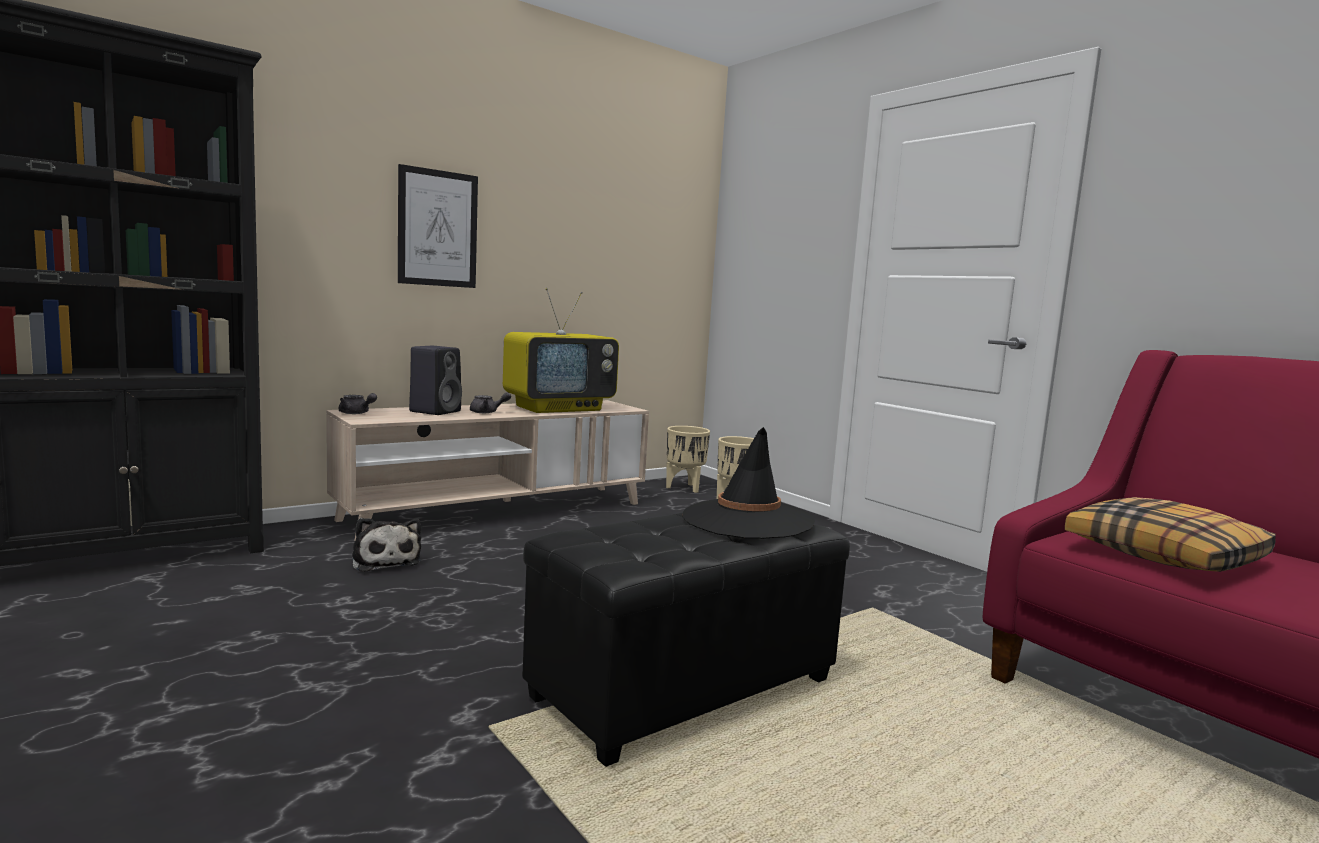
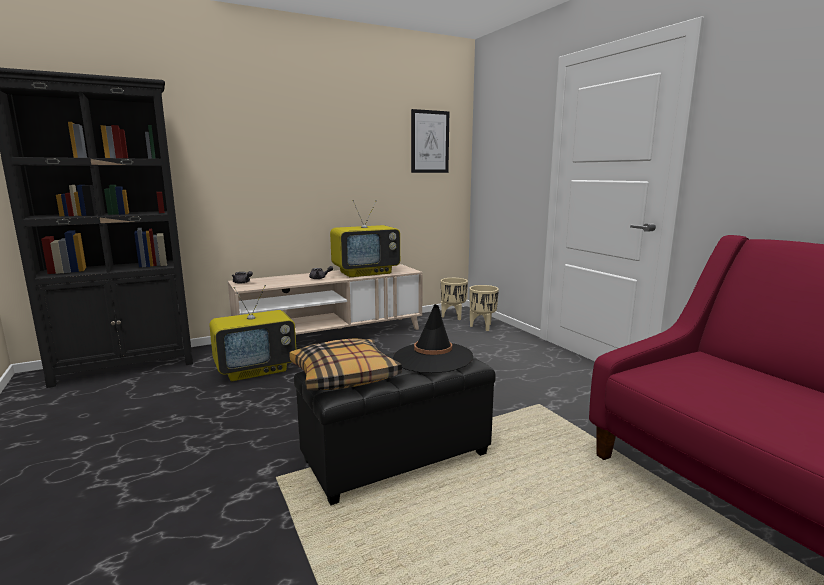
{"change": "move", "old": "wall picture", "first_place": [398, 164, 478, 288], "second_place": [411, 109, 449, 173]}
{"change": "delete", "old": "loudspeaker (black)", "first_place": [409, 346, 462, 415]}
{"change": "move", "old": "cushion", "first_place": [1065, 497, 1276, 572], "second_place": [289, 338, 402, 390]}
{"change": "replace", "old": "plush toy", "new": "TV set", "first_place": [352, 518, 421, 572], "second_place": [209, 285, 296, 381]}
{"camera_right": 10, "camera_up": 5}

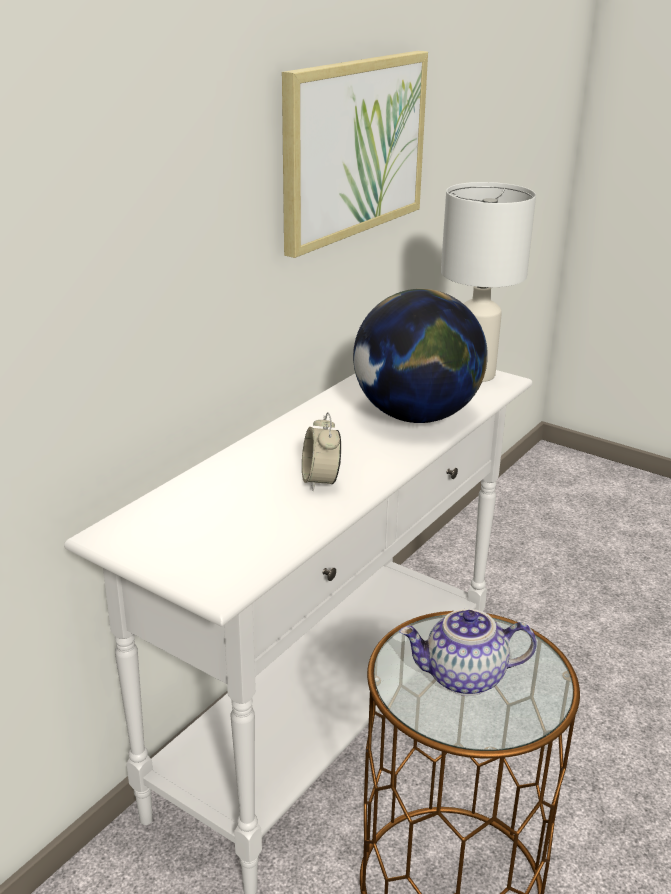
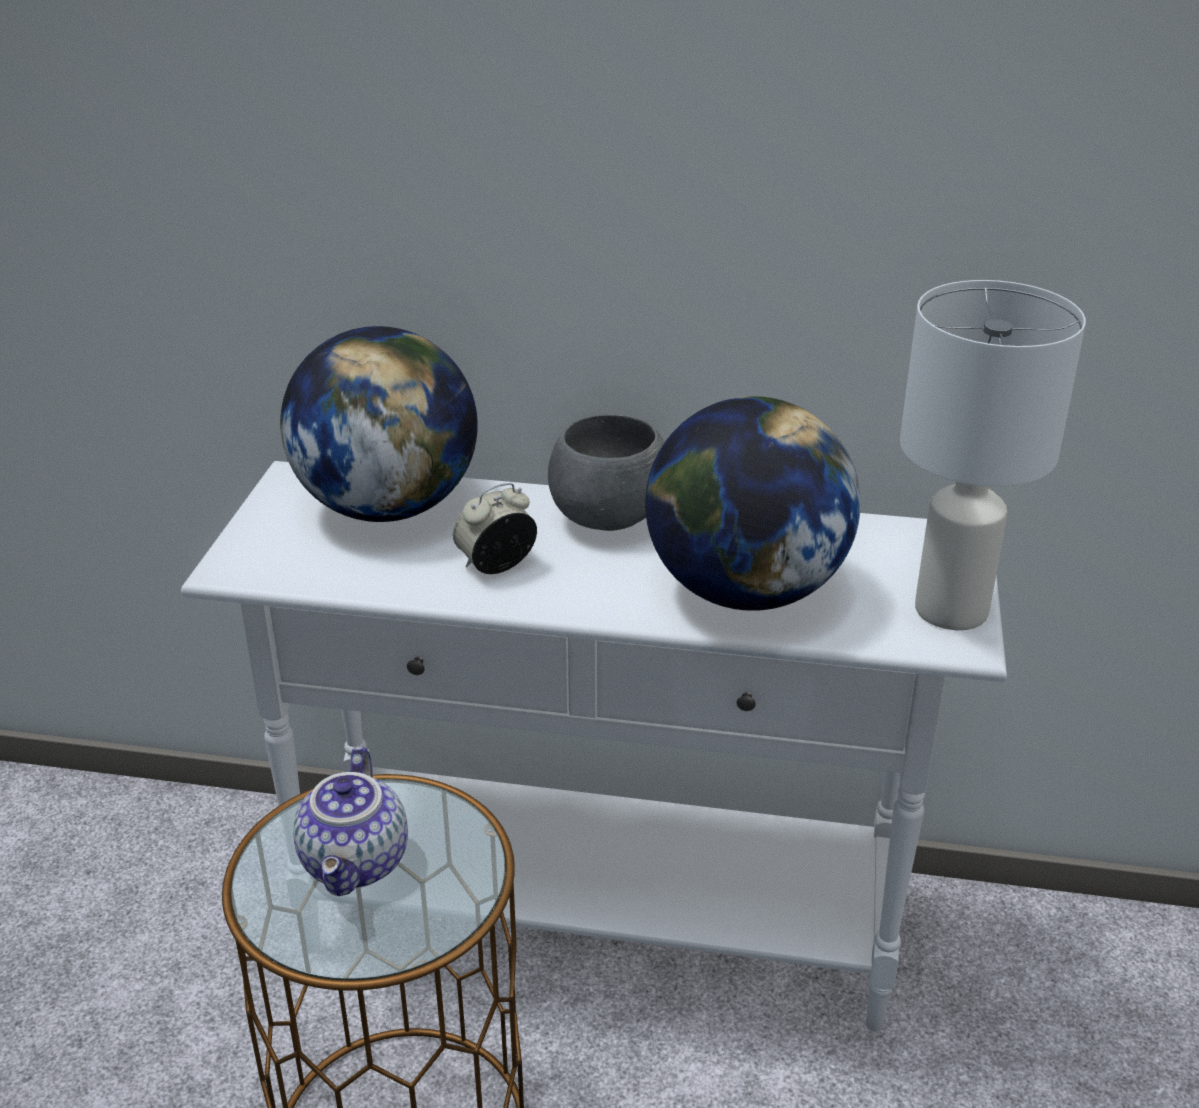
{"change": "delete", "old": "wall picture", "first_place": [282, 51, 428, 258]}
{"change": "rotate", "old": "tea pot", "first_place": [399, 609, 537, 696], "second_place": [293, 746, 408, 896], "degrees": -150}
{"change": "insert", "new": "world globe", "second_place": [280, 326, 478, 522]}
{"change": "insert", "new": "deep dish (greyish)", "second_place": [548, 414, 665, 531]}
{"camera_right": 65, "camera_up": 5}

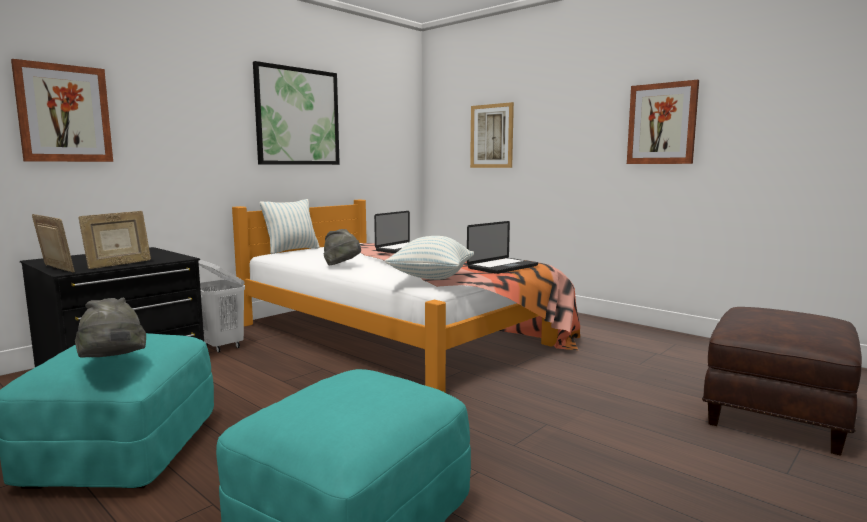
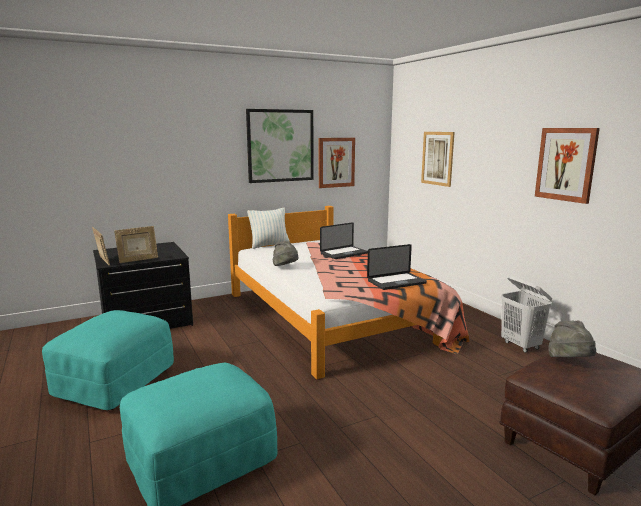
{"change": "move", "old": "wall picture", "first_place": [11, 59, 113, 162], "second_place": [319, 138, 355, 188]}
{"change": "delete", "old": "cushion", "first_place": [385, 236, 474, 280]}
{"change": "move", "old": "laundry basket (white)", "first_place": [198, 260, 245, 353], "second_place": [501, 276, 552, 353]}
{"change": "move", "old": "wearable hat (greyish)", "first_place": [75, 298, 146, 358], "second_place": [548, 320, 596, 357]}
{"camera_right": 20, "camera_up": 5}

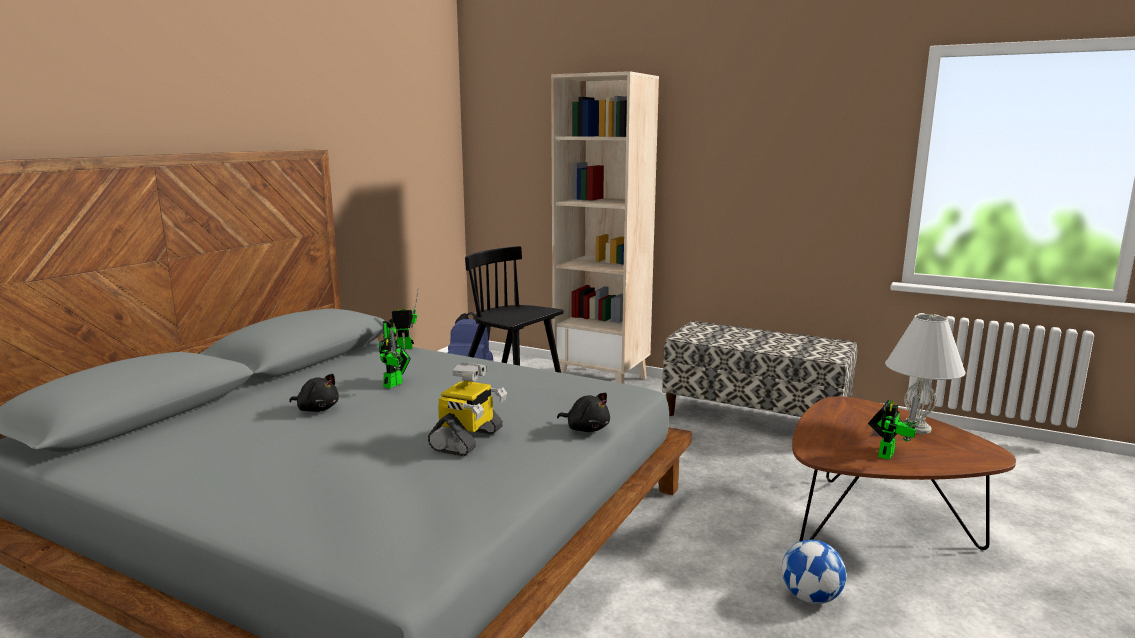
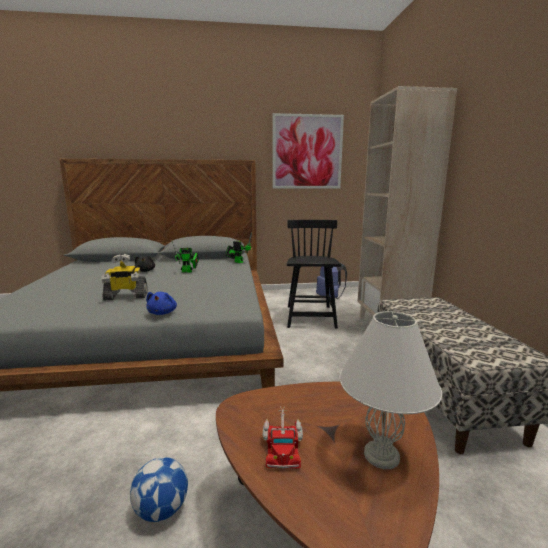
{"change": "recolor", "old": "plush toy (black)", "new": "plush toy (blue-coloured)", "first_place": [557, 393, 610, 432], "second_place": [146, 292, 177, 315]}
{"change": "replace", "old": "robot figure", "new": "toy truck", "first_place": [868, 395, 920, 460], "second_place": [262, 406, 303, 469]}
{"change": "insert", "new": "wall picture", "second_place": [273, 113, 344, 189]}
{"camera_right": 55, "camera_up": 0}

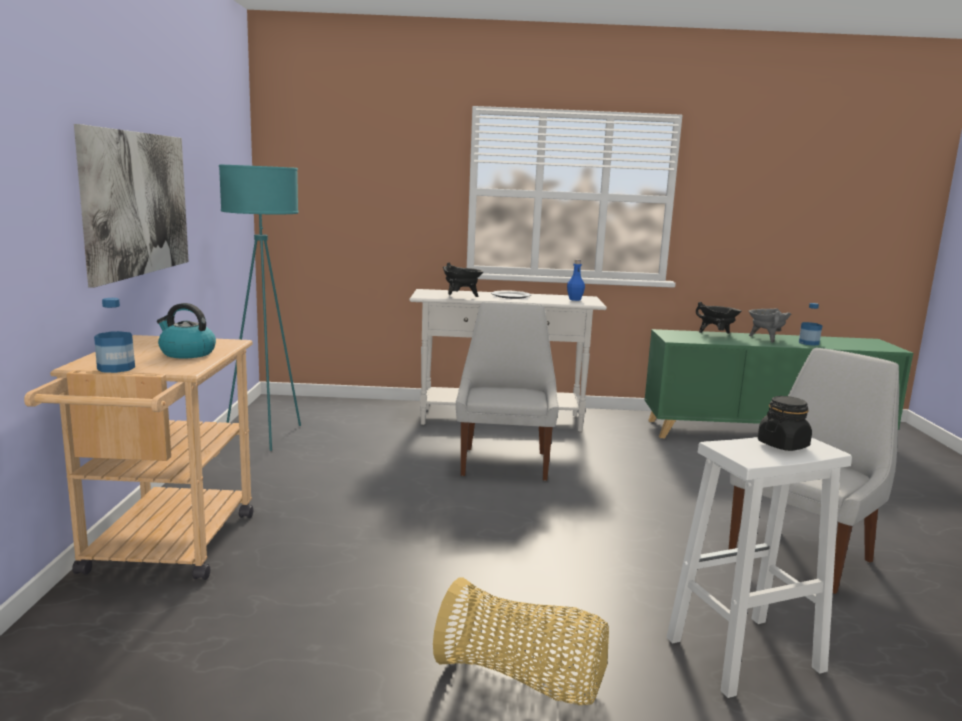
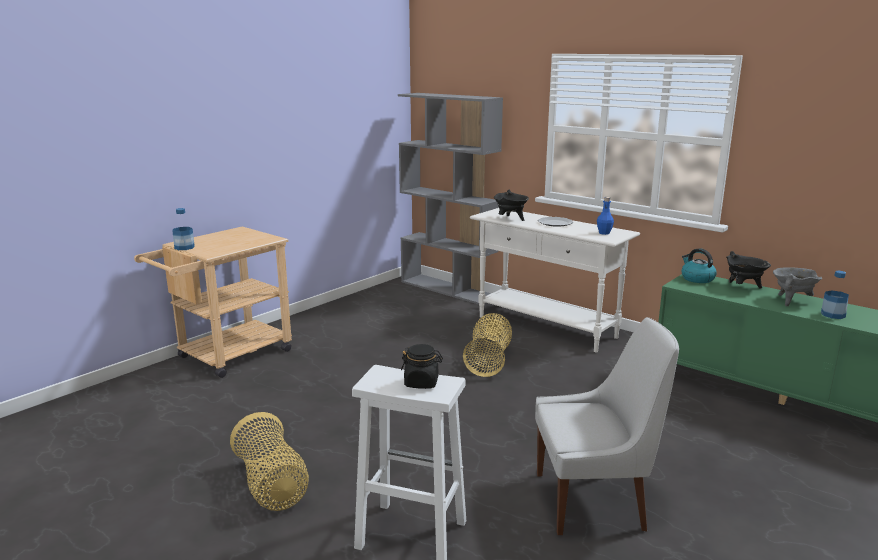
{"change": "delete", "old": "wall picture", "first_place": [74, 124, 189, 288]}
{"change": "delete", "old": "floor lamp (turquoise)", "first_place": [219, 164, 301, 451]}
{"change": "replace", "old": "plain chair (white)", "new": "basket", "first_place": [456, 302, 559, 481], "second_place": [463, 313, 512, 377]}
{"change": "move", "old": "water kettle", "first_place": [157, 303, 216, 359], "second_place": [682, 248, 717, 283]}
{"change": "insert", "new": "bookcase (greyish)", "second_place": [398, 93, 503, 305]}
{"camera_right": 40, "camera_up": 5}

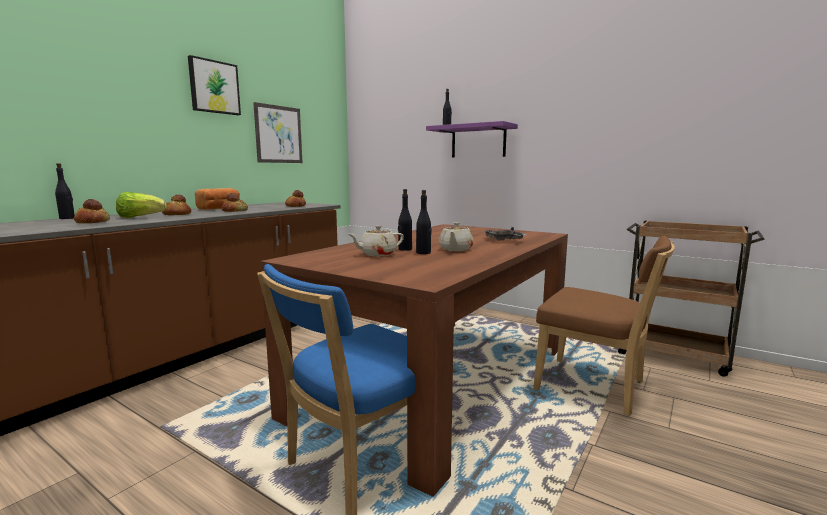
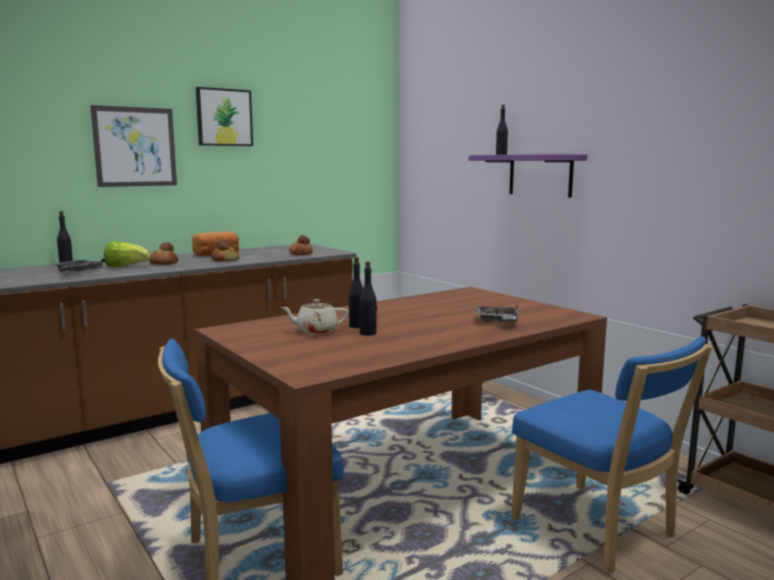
{"change": "move", "old": "wall picture", "first_place": [253, 102, 302, 163], "second_place": [90, 105, 177, 187]}
{"change": "replace", "old": "baked bread", "new": "tray (greyish)", "first_place": [74, 199, 110, 223], "second_place": [54, 259, 106, 272]}
{"change": "delete", "old": "tea pot (sand-coloured)", "first_place": [439, 222, 474, 251]}
{"change": "recolor", "old": "plain chair (brown)", "new": "plain chair (blue-coloured)", "first_place": [534, 236, 675, 416], "second_place": [511, 337, 712, 574]}
{"camera_right": 20, "camera_up": 0}

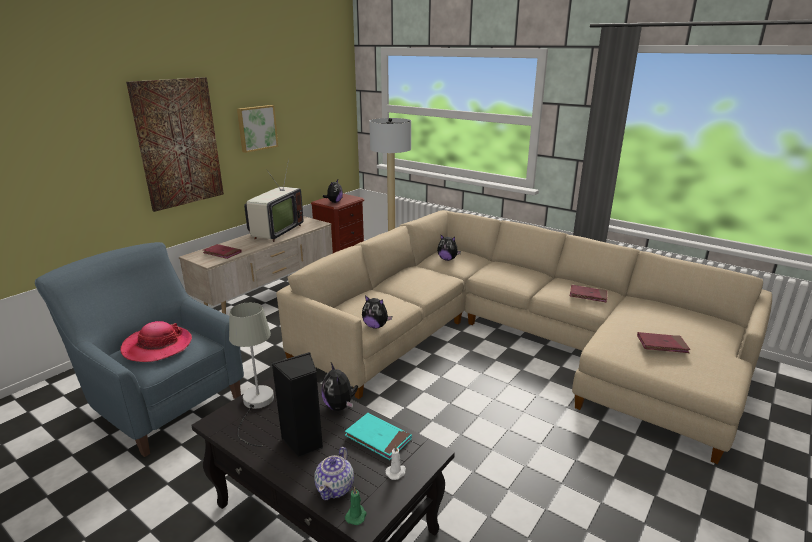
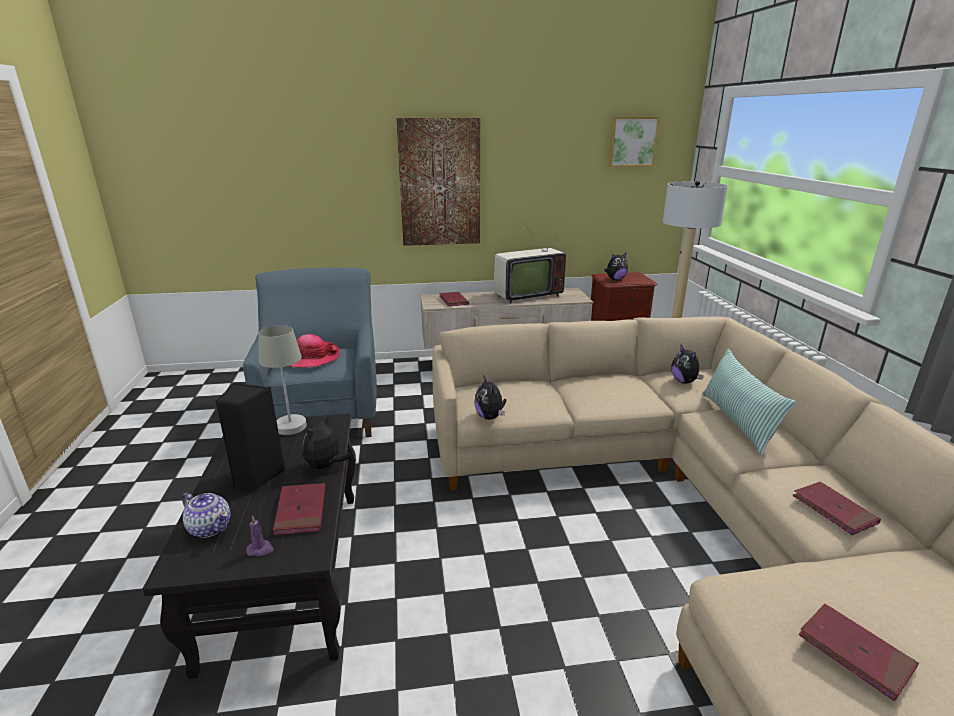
{"change": "move", "old": "wall picture", "first_place": [237, 105, 278, 153], "second_place": [608, 117, 660, 167]}
{"change": "recolor", "old": "volume (turquoise)", "new": "volume (red)", "first_place": [345, 413, 412, 460], "second_place": [273, 483, 325, 536]}
{"change": "recolor", "old": "candle (white)", "new": "candle (purple)", "first_place": [386, 445, 406, 480], "second_place": [246, 516, 274, 556]}
{"change": "rotate", "old": "tea pot", "first_place": [314, 447, 354, 500], "second_place": [182, 493, 230, 538], "degrees": -120}
{"change": "delete", "old": "candle (greenish)", "first_place": [345, 486, 367, 525]}
{"change": "insert", "new": "cushion", "second_place": [702, 349, 796, 455]}
{"camera_right": 45, "camera_up": 0}

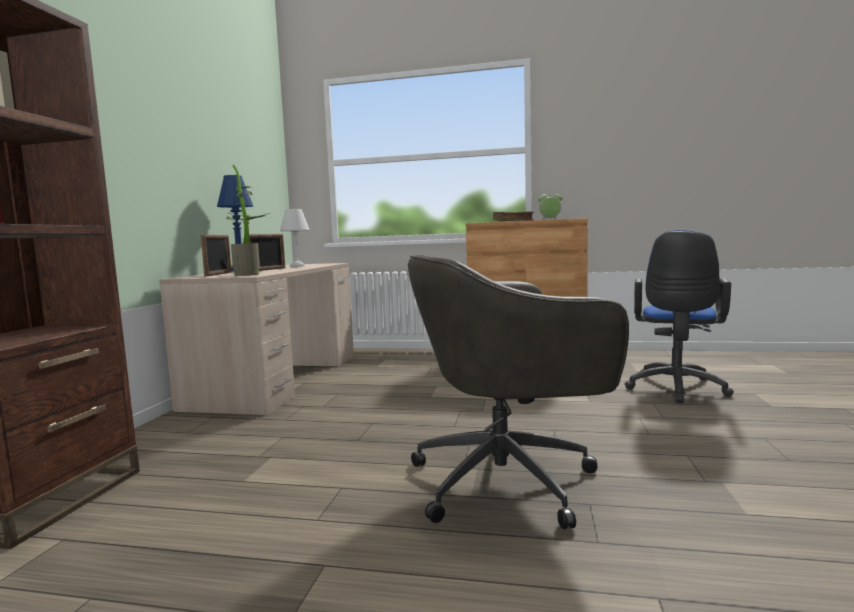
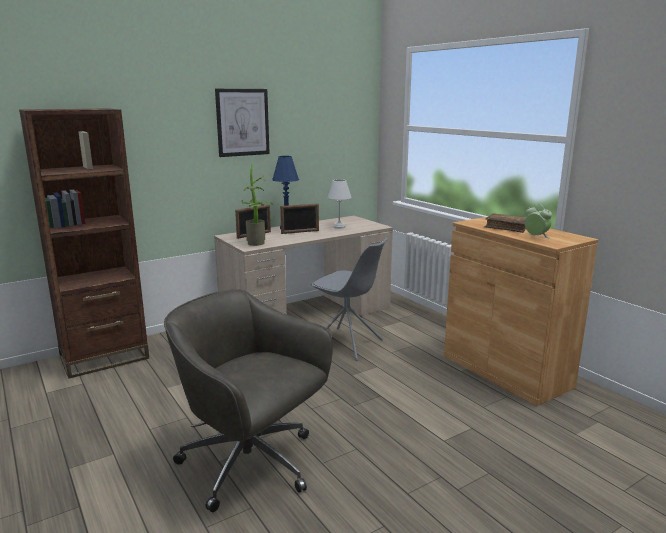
{"change": "delete", "old": "desk chair (blue-coloured)", "first_place": [625, 230, 734, 403]}
{"change": "insert", "new": "wall picture", "second_place": [215, 89, 270, 157]}
{"change": "insert", "new": "plain chair (greyish)", "second_place": [310, 238, 388, 361]}
{"camera_right": 45, "camera_up": 10}

